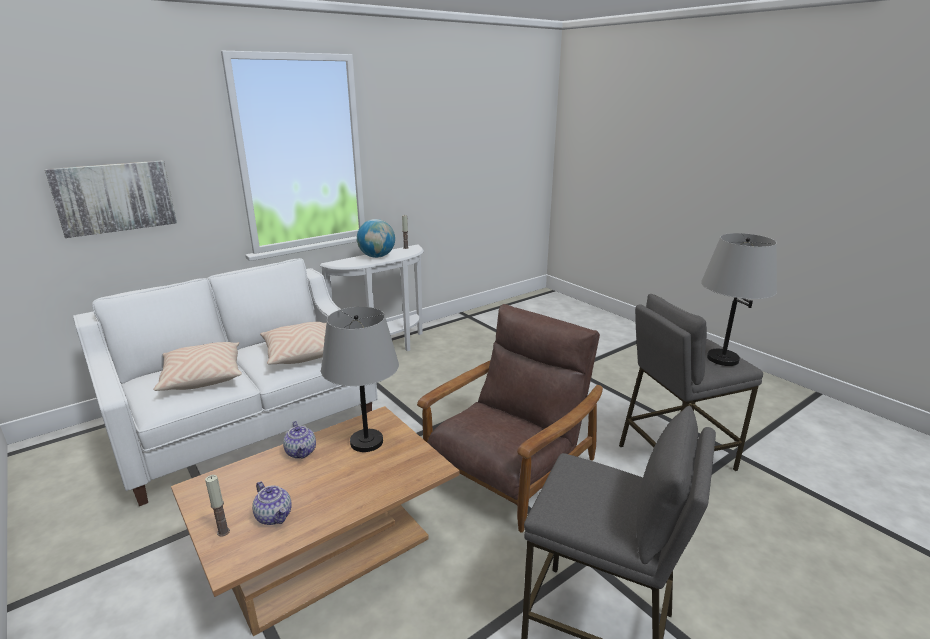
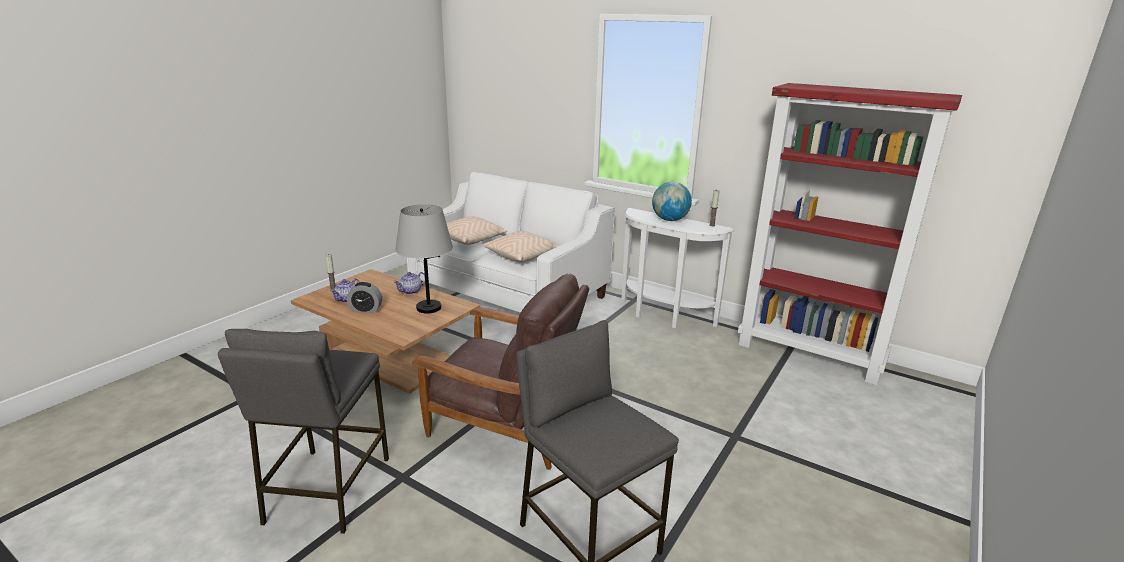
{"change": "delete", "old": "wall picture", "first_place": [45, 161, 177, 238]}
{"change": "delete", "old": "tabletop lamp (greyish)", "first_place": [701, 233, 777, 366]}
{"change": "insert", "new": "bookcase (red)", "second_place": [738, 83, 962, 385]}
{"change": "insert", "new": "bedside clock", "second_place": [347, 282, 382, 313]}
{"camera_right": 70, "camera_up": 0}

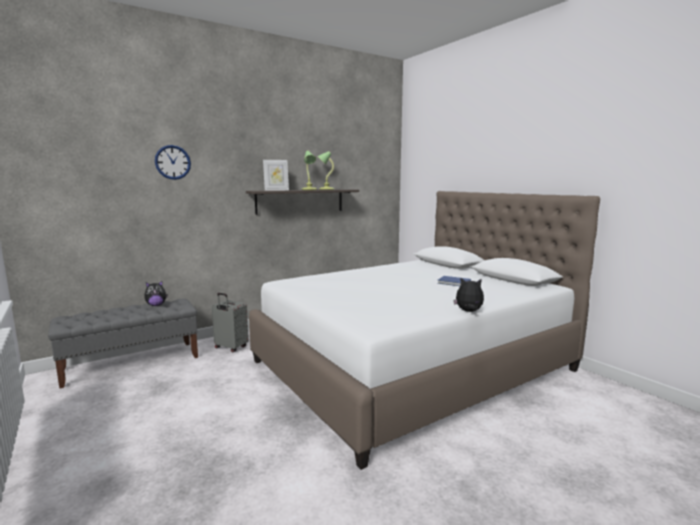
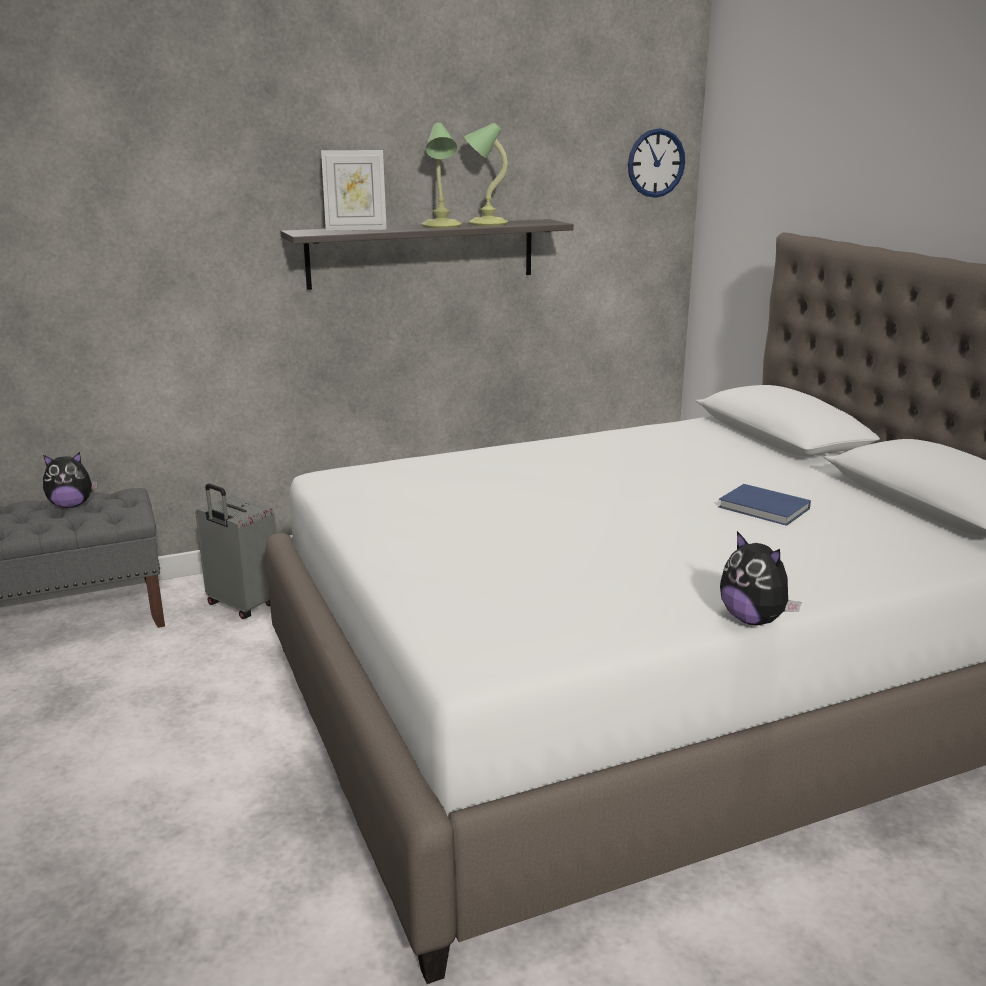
{"change": "move", "old": "wall clock", "first_place": [155, 145, 191, 180], "second_place": [628, 128, 685, 198]}
{"change": "rotate", "old": "plush toy", "first_place": [454, 278, 484, 312], "second_place": [720, 531, 802, 625], "degrees": -150}
{"camera_right": 10, "camera_up": 10}

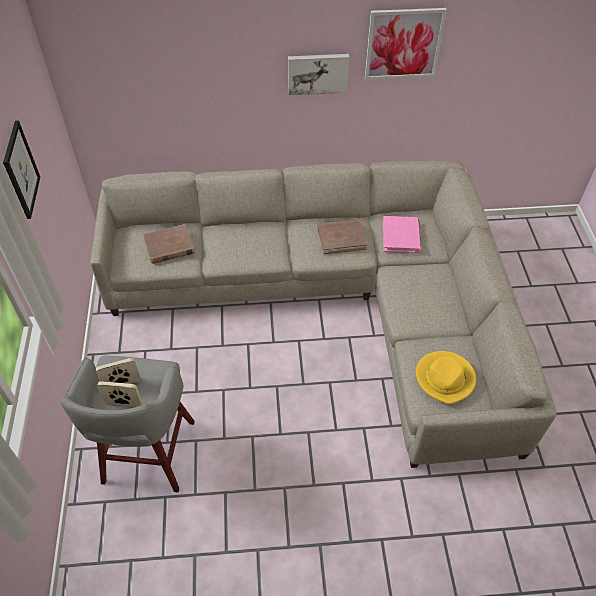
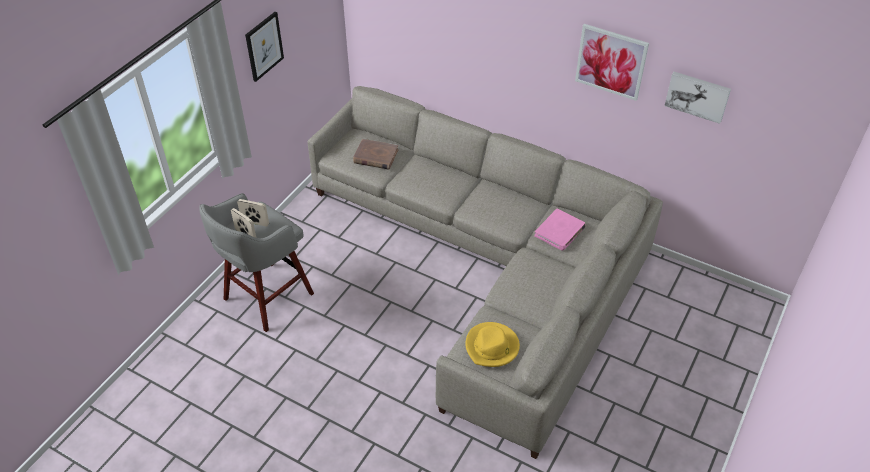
{"change": "move", "old": "wall picture", "first_place": [288, 54, 349, 95], "second_place": [665, 72, 731, 124]}
{"change": "delete", "old": "volume (brown)", "first_place": [317, 219, 367, 254]}
{"camera_right": 35, "camera_up": -5}

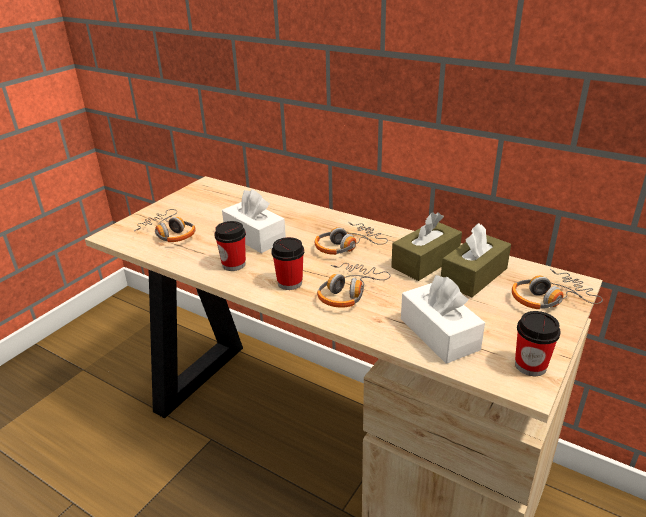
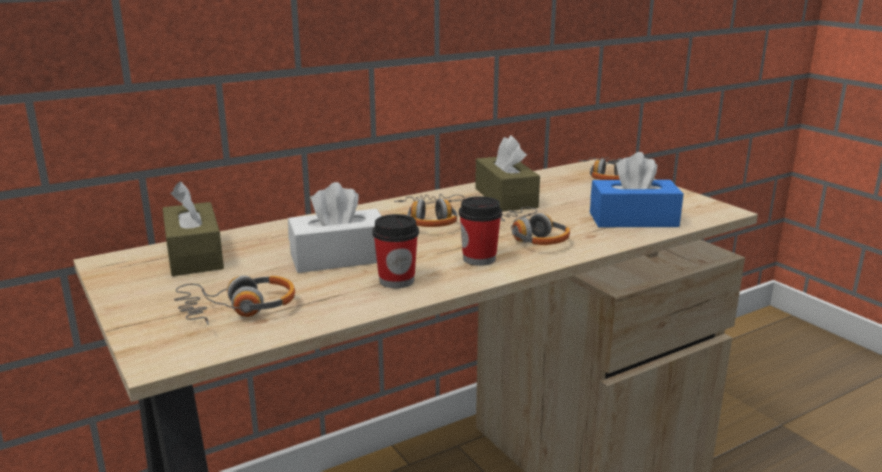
{"change": "move", "old": "tissue holder (brown)", "first_place": [441, 223, 511, 297], "second_place": [162, 182, 224, 276]}
{"change": "recolor", "old": "tissue holder (white)", "new": "tissue holder (blue-coloured)", "first_place": [401, 275, 485, 364], "second_place": [590, 152, 684, 227]}
{"change": "delete", "old": "drinking cup", "first_place": [515, 311, 561, 376]}
{"camera_right": -65, "camera_up": -10}

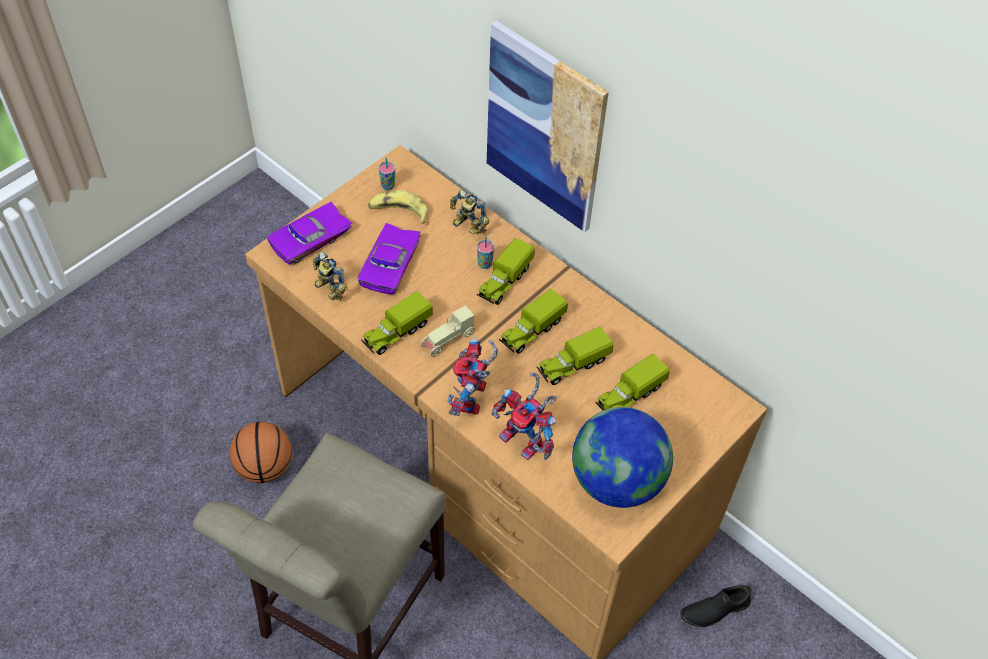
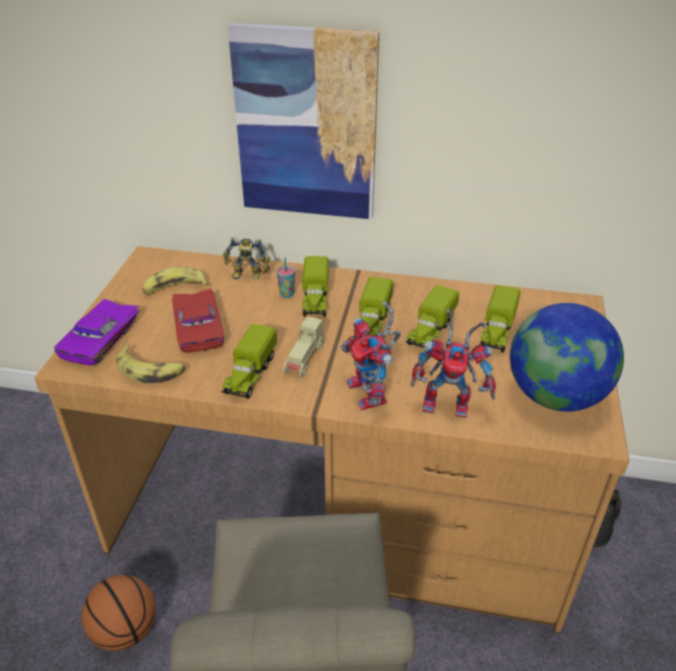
{"change": "delete", "old": "drinking cup", "first_place": [378, 157, 395, 191]}
{"change": "recolor", "old": "miniature car (purple)", "new": "miniature car (red)", "first_place": [358, 223, 421, 294], "second_place": [172, 289, 224, 352]}
{"change": "replace", "old": "robot figure", "new": "banana fruit", "first_place": [313, 252, 347, 301], "second_place": [116, 344, 185, 383]}
{"camera_right": -30, "camera_up": -15}

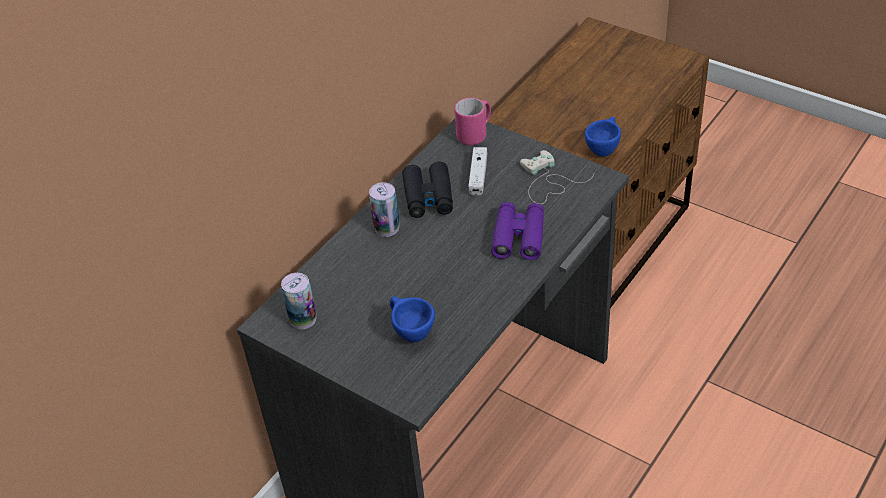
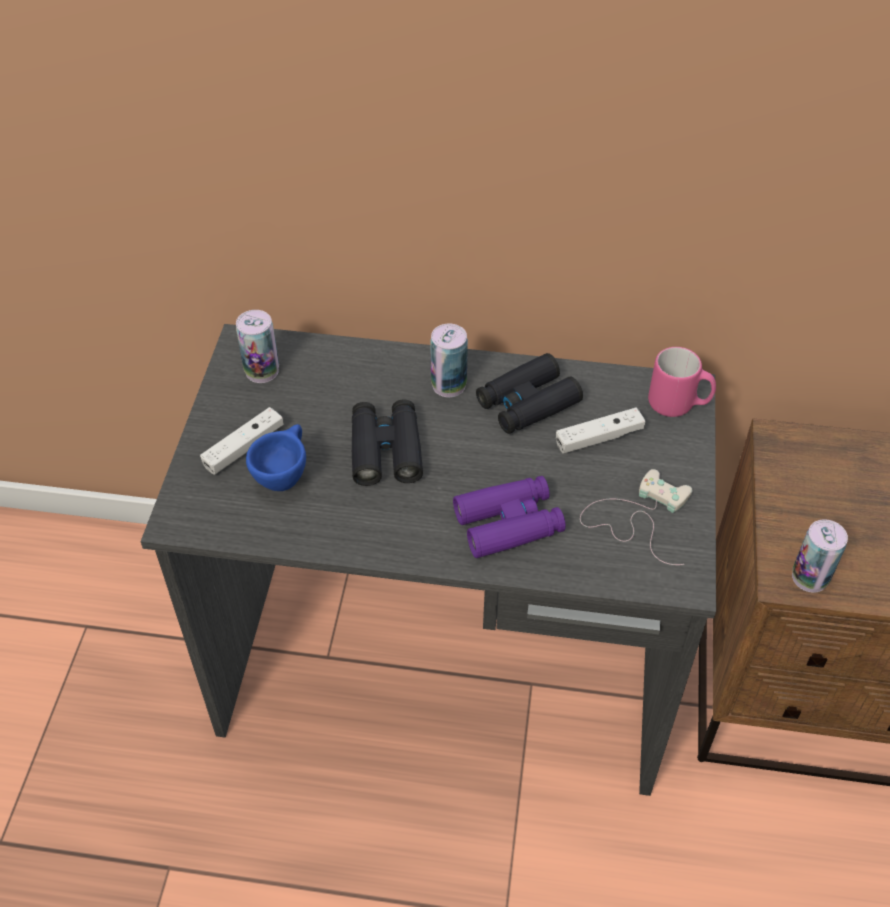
{"change": "replace", "old": "drinking cup (blue-coloured)", "new": "sealed can", "first_place": [585, 117, 621, 157], "second_place": [792, 519, 848, 593]}
{"change": "insert", "new": "field glasses (black)", "second_place": [352, 400, 423, 486]}
{"change": "insert", "new": "gamepad (white)", "second_place": [200, 407, 284, 475]}
{"camera_right": 60, "camera_up": 5}

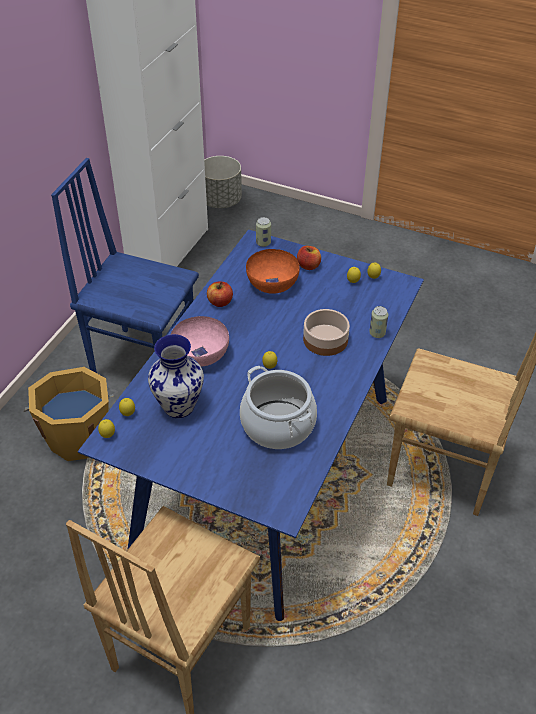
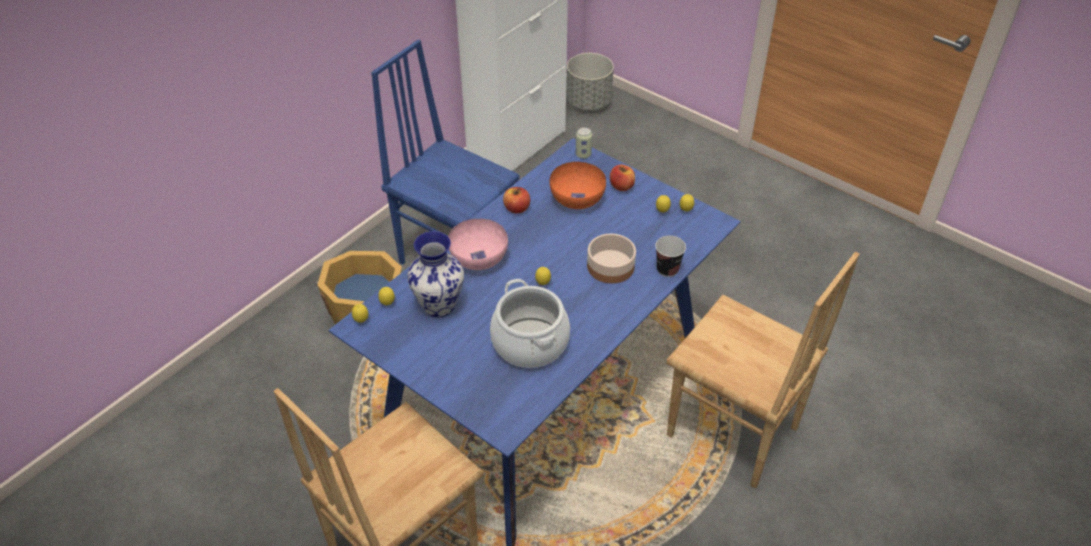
{"change": "replace", "old": "sealed can", "new": "drinking cup", "first_place": [369, 306, 388, 338], "second_place": [655, 236, 686, 277]}
{"camera_right": 15, "camera_up": 0}

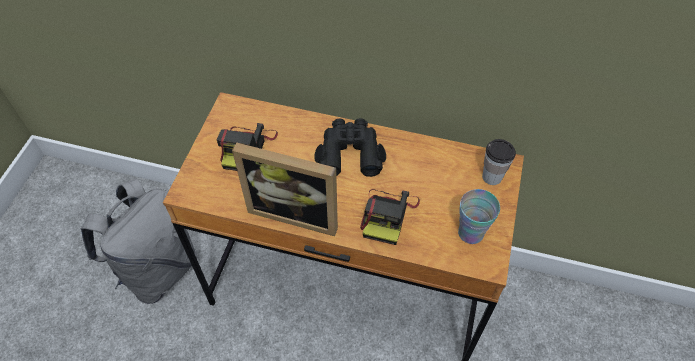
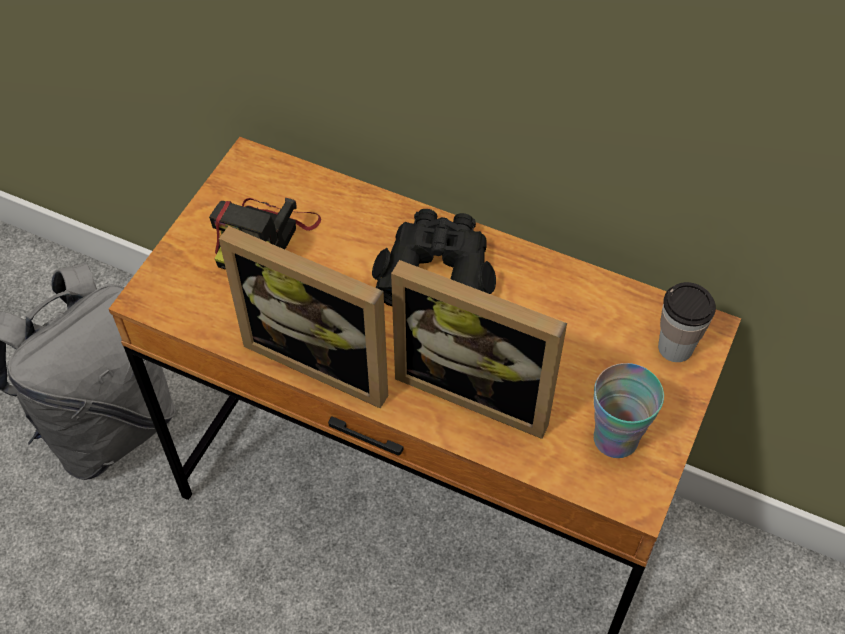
{"change": "replace", "old": "photo camera", "new": "standing frame", "first_place": [360, 189, 420, 245], "second_place": [391, 260, 567, 439]}
{"camera_right": 10, "camera_up": 0}

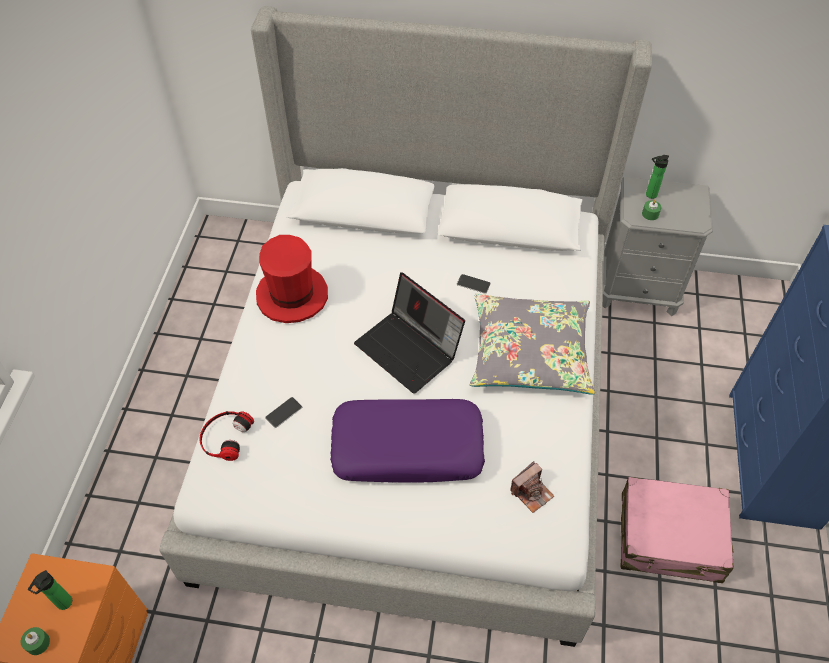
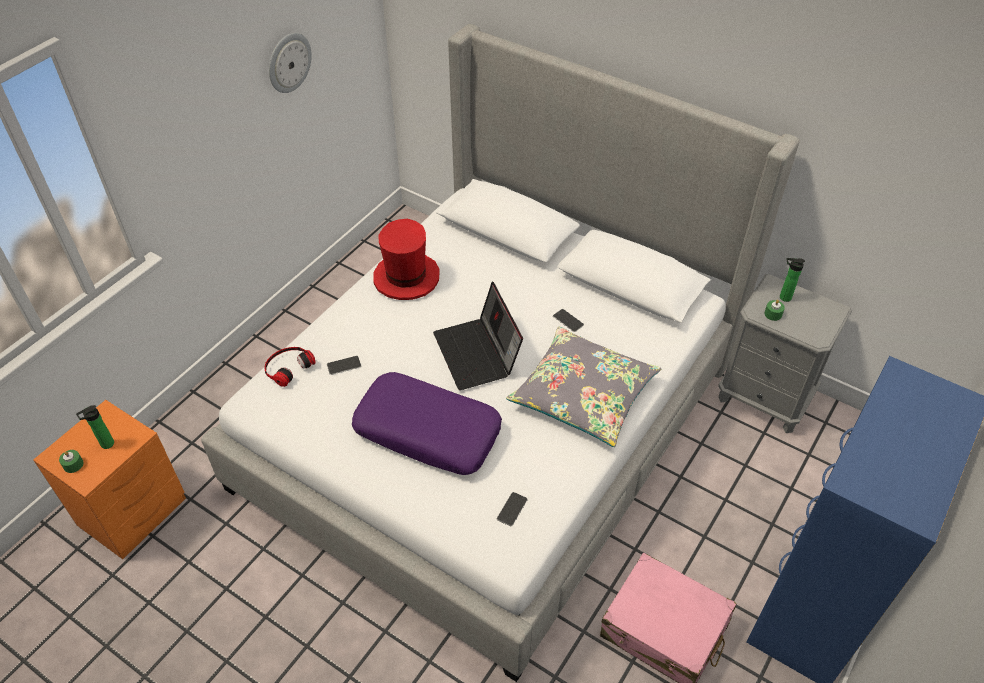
{"change": "replace", "old": "photo camera", "new": "phone", "first_place": [510, 461, 554, 513], "second_place": [497, 492, 528, 526]}
{"change": "insert", "new": "wall clock", "second_place": [269, 33, 312, 93]}
{"camera_right": 25, "camera_up": -5}

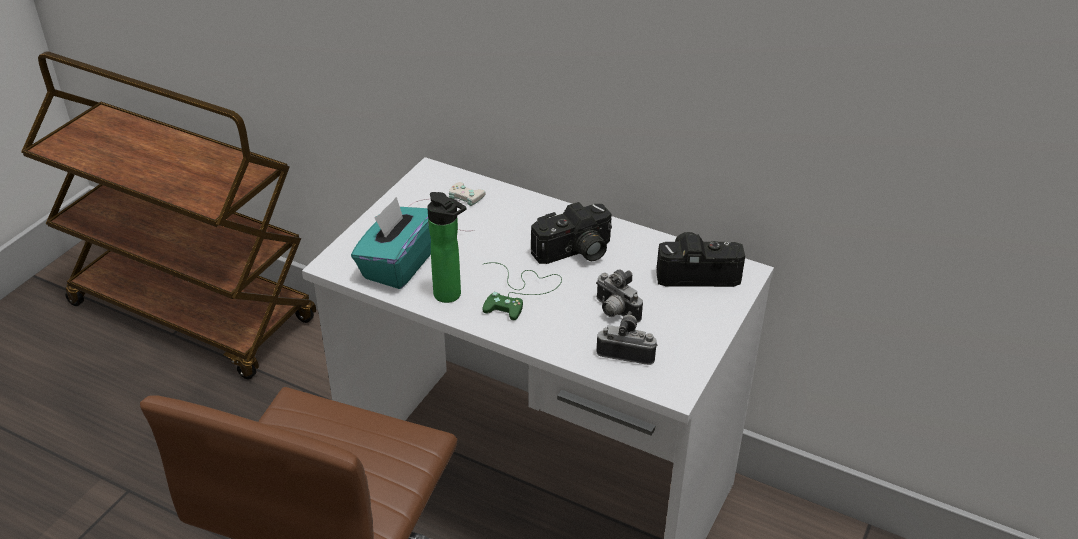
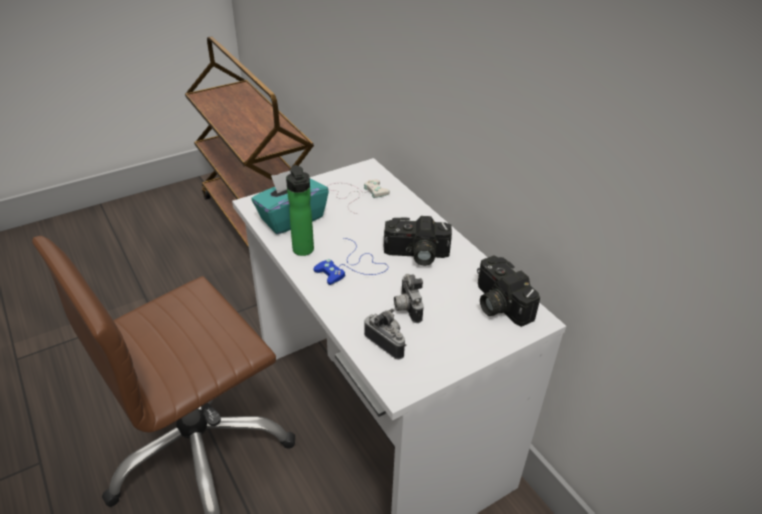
{"change": "rotate", "old": "photo camera", "first_place": [656, 232, 745, 287], "second_place": [477, 255, 540, 327], "degrees": -150}
{"change": "recolor", "old": "gamepad (greenish)", "new": "gamepad (blue-coloured)", "first_place": [482, 262, 562, 320], "second_place": [313, 238, 388, 285]}
{"camera_right": 30, "camera_up": 0}

